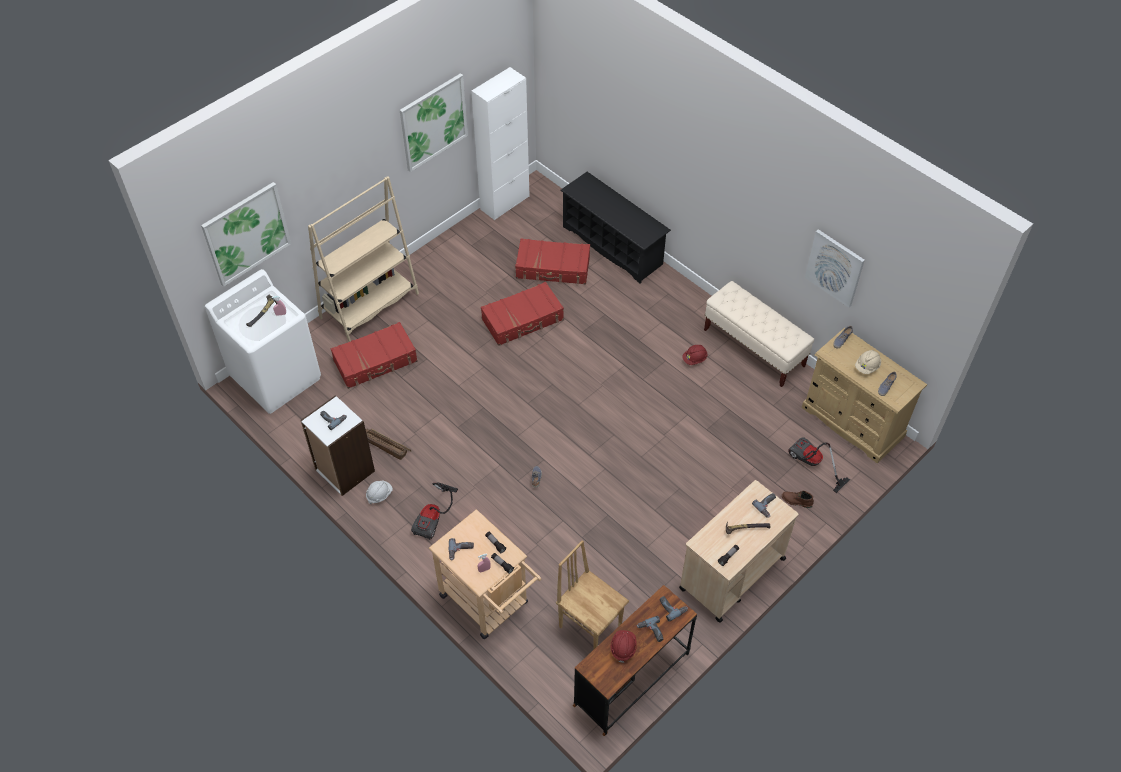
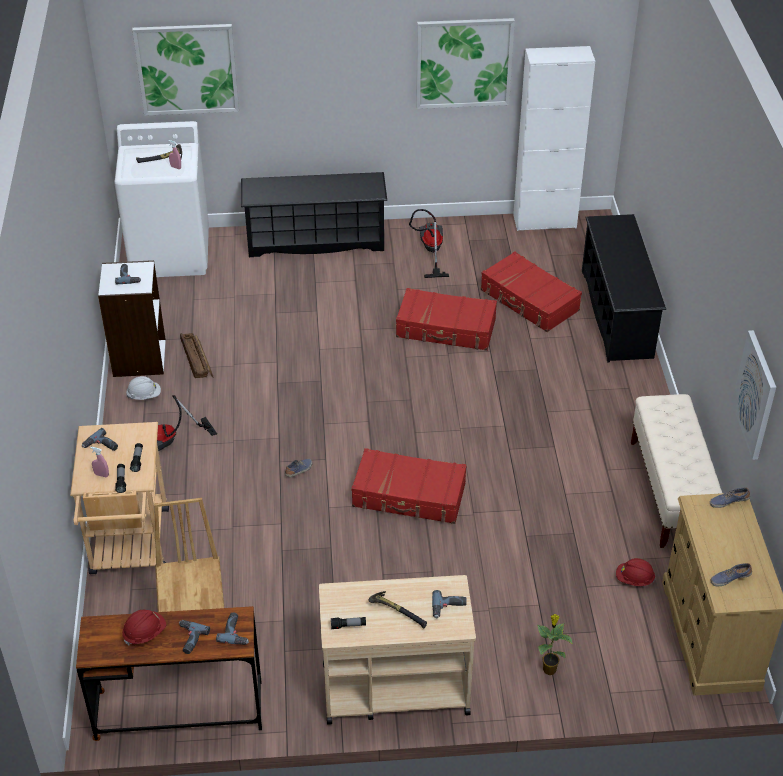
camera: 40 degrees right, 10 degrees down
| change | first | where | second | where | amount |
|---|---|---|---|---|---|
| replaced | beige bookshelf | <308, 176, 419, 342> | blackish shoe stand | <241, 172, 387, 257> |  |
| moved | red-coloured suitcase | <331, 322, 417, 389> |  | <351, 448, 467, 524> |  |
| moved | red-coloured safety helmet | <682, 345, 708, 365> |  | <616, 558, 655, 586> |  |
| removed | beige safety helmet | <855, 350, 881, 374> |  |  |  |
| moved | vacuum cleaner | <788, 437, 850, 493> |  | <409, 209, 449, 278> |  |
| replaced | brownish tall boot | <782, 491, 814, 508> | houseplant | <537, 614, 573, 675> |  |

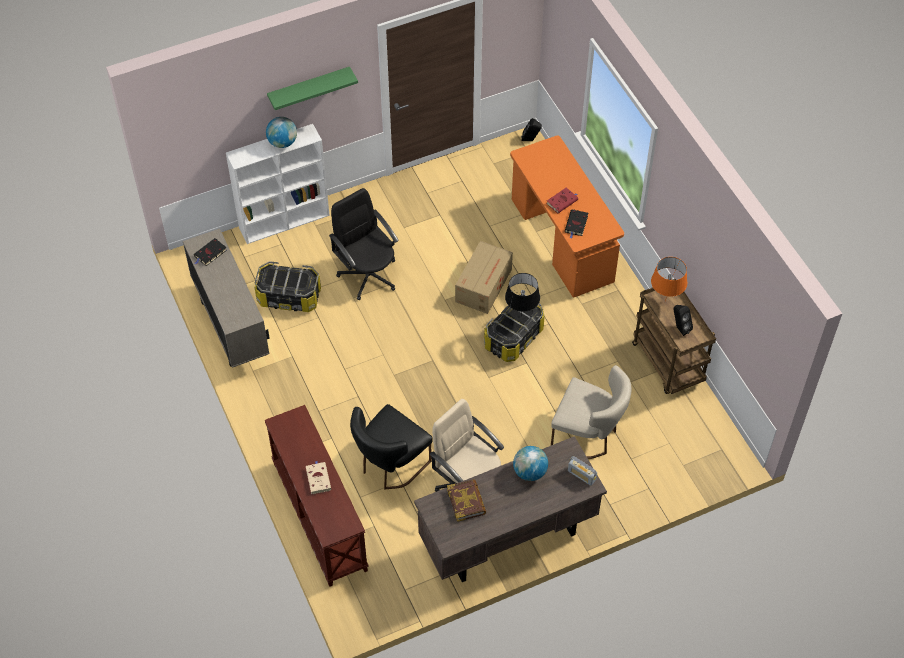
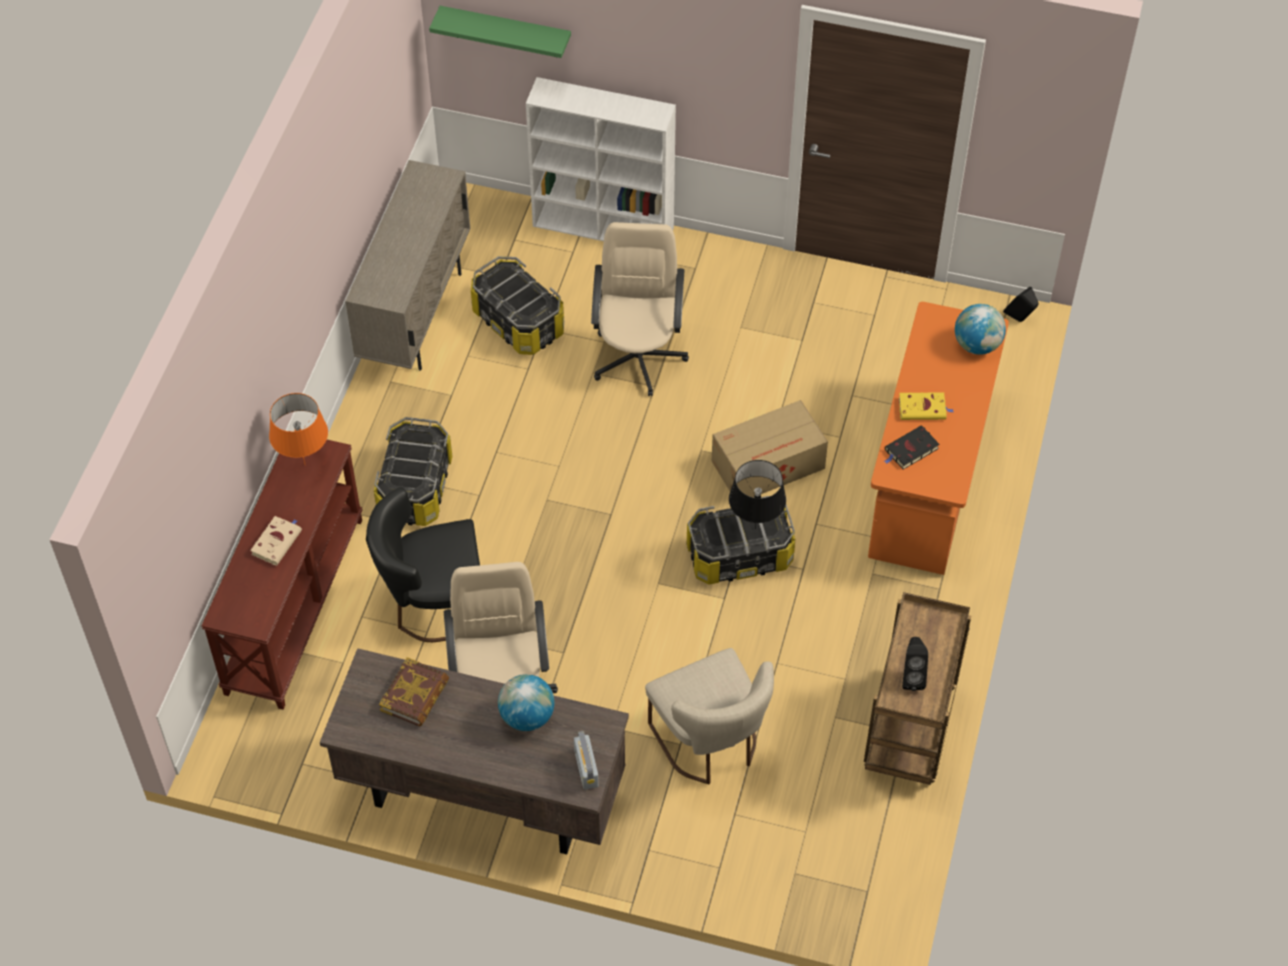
camera: 40 degrees right, 0 degrees up
| change | first | where | second | where | amount |
|---|---|---|---|---|---|
| moved | green bracket shelf | <267, 67, 358, 110> |  | <429, 6, 571, 58> |  |
| moved | world globe | <266, 117, 297, 148> |  | <955, 304, 1006, 355> |  |
| recoloured | blackish office chair | <329, 188, 399, 300> | beige office chair | <591, 222, 689, 396> |  |
| recoloured | red-coloured book | <546, 188, 578, 213> | yellowish book | <899, 392, 954, 420> |  |
| removed | blackish book | <194, 238, 227, 266> |  |  |  |
| moved | orangey lamp for a table | <651, 257, 687, 302> |  | <269, 393, 328, 464> |  |
| added |  |  | storage box | <374, 417, 452, 526> |  |

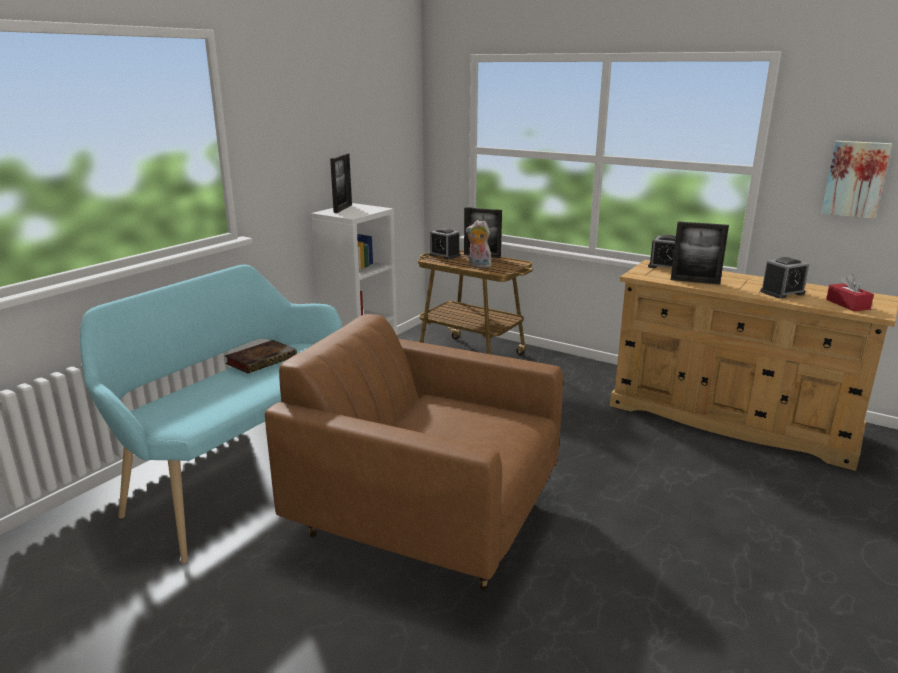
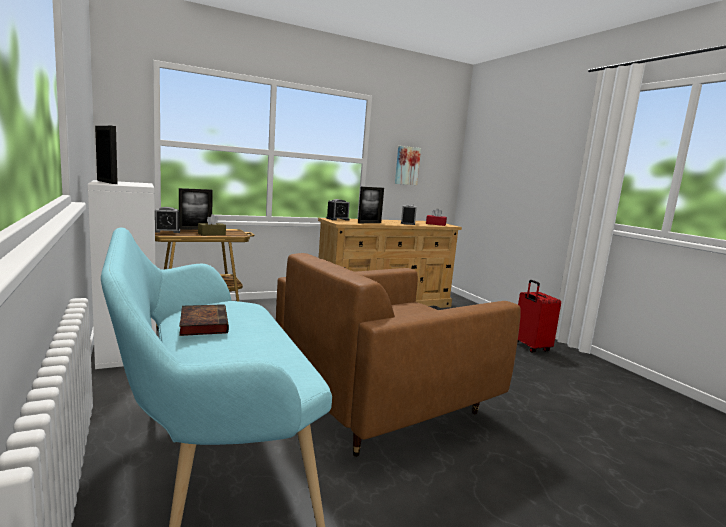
camera: 60 degrees left, 10 degrees down
| change | first | where | second | where | amount |
|---|---|---|---|---|---|
| replaced | plush toy | <466, 220, 492, 268> | brownish tissue box | <198, 214, 226, 236> |  |
| added |  |  | red-coloured suitcase | <517, 280, 561, 352> |  |

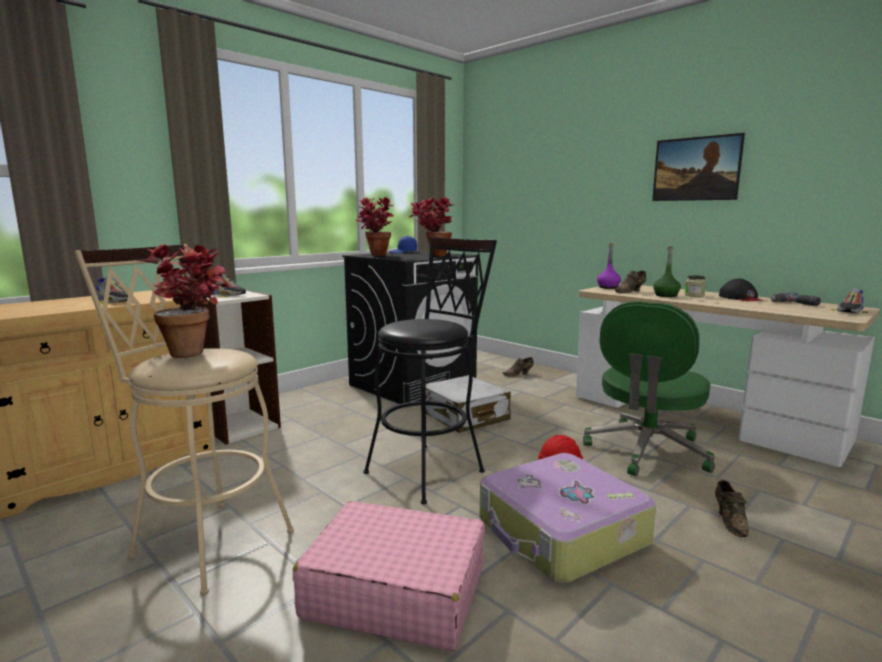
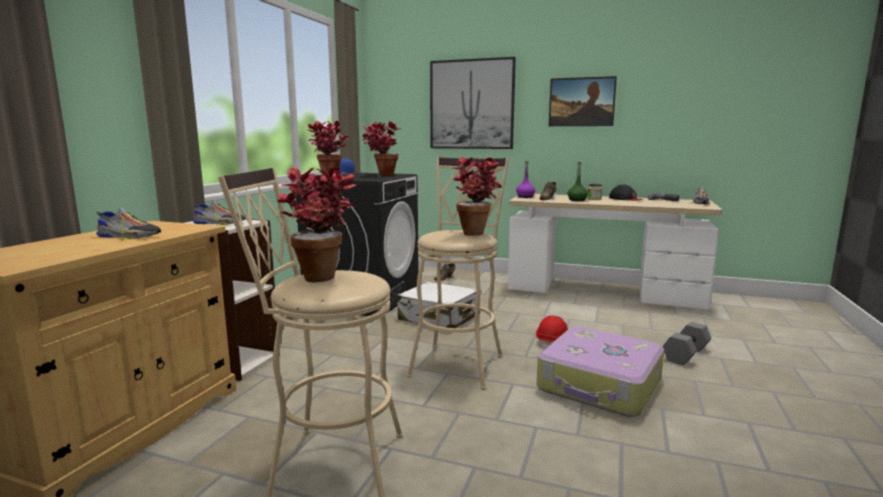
camera: 25 degrees left, 0 degrees up
| change | first | where | second | where | amount |
|---|---|---|---|---|---|
| recoloured | blackish stool seat | <363, 237, 497, 504> | beige stool seat | <407, 157, 509, 390> |  |
| removed | green office chair | <583, 301, 715, 476> |  |  |  |
| replaced | brownish item of footwear | <715, 480, 749, 537> | greyish dumbbell | <662, 322, 711, 365> |  |
| removed | pinkish suitcase | <293, 501, 485, 651> |  |  |  |
| added |  |  | picture | <430, 57, 516, 149> |  |
| added |  |  | houseplant | <452, 157, 502, 236> |  |

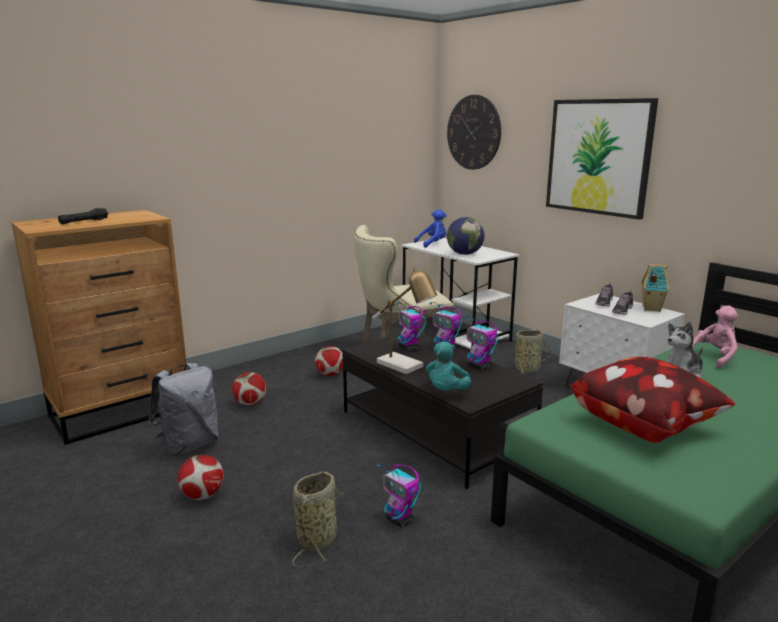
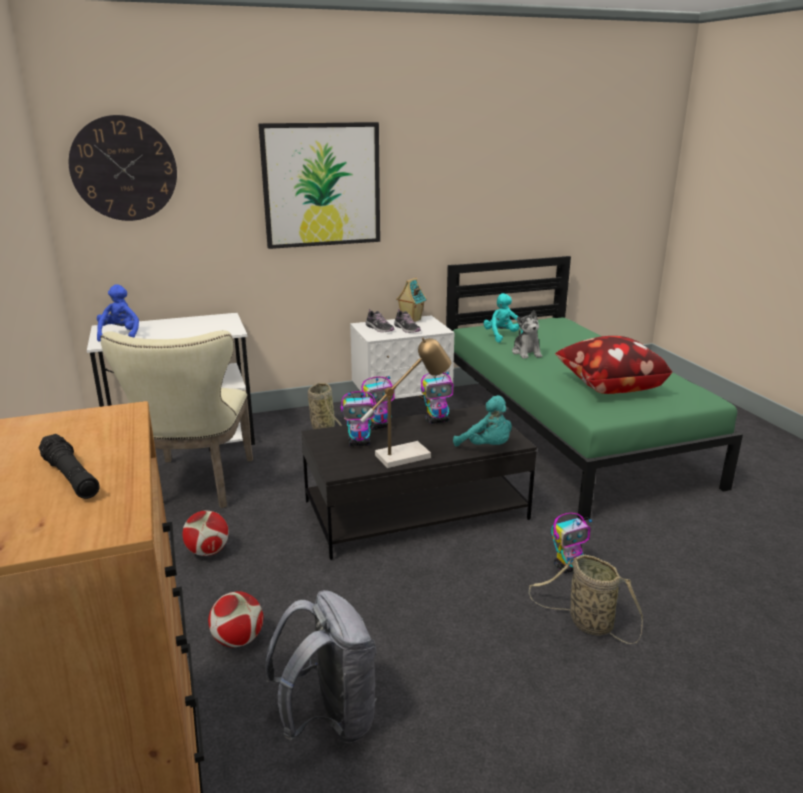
camera: 70 degrees left, 5 degrees up
| change | first | where | second | where | amount |
|---|---|---|---|---|---|
| removed | world globe | <447, 217, 484, 255> |  |  |  |
| recoloured | pinkish plush toy | <693, 306, 738, 369> | turquoise-coloured plush toy | <483, 293, 523, 343> |  |
| removed | ball for football | <178, 455, 224, 500> |  |  |  |

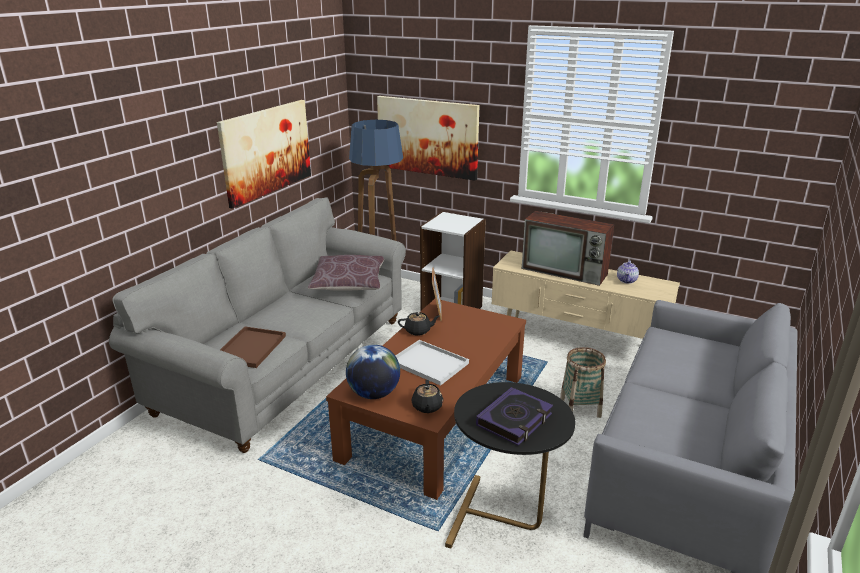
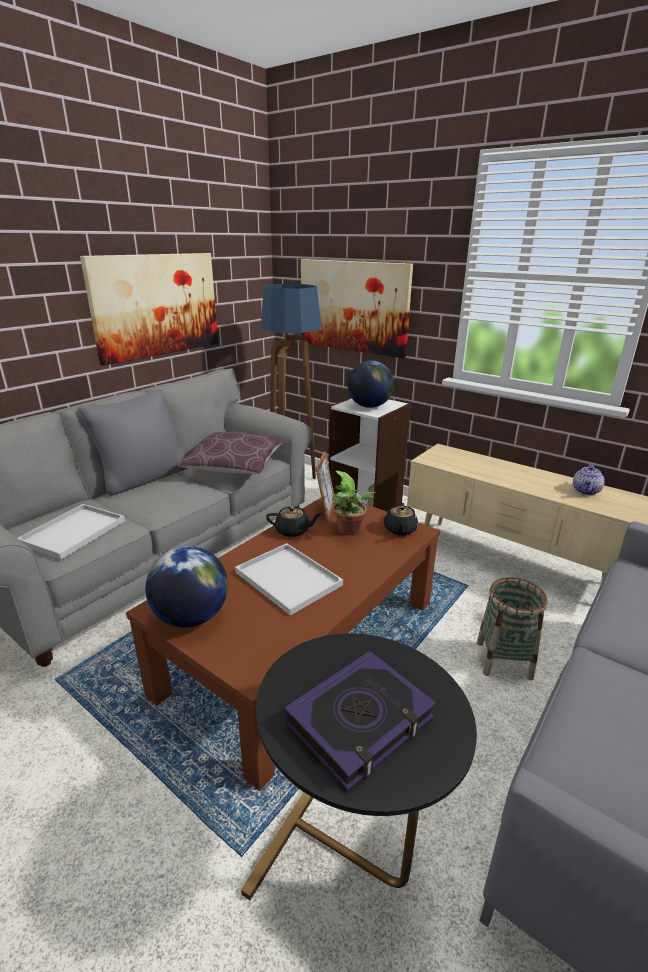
camera: 10 degrees right, 0 degrees up
| change | first | where | second | where | amount |
|---|---|---|---|---|---|
| removed | television | <522, 211, 614, 286> |  |  |  |
| recoloured | brownish tray | <220, 326, 286, 368> | white tray | <18, 504, 125, 559> |  |
| moved | blackish teapot | <411, 380, 443, 413> |  | <384, 503, 418, 536> |  |
| added |  |  | world globe | <347, 361, 394, 408> |  |
| added |  |  | greyish pillow | <78, 389, 186, 496> |  |
| added |  |  | houseplant | <332, 471, 376, 535> |  |

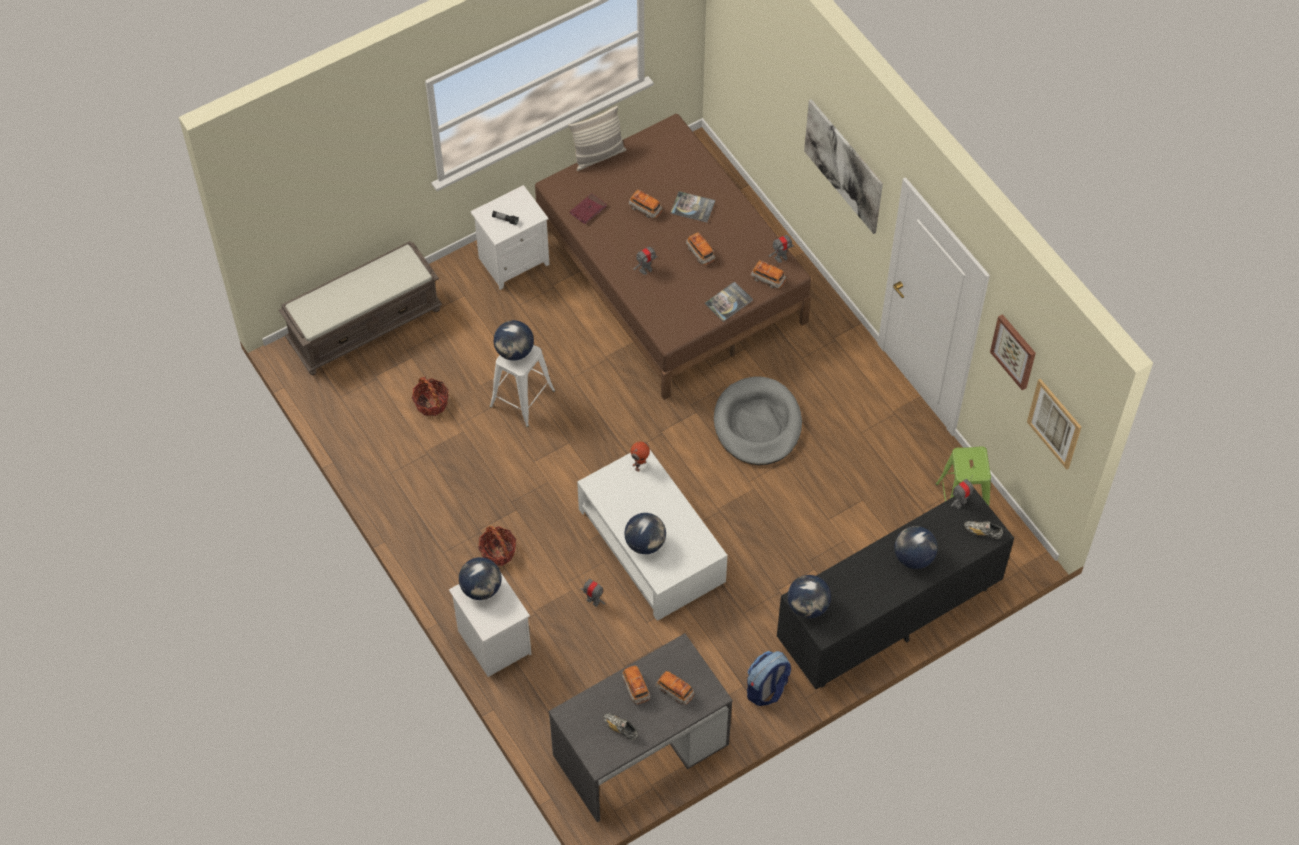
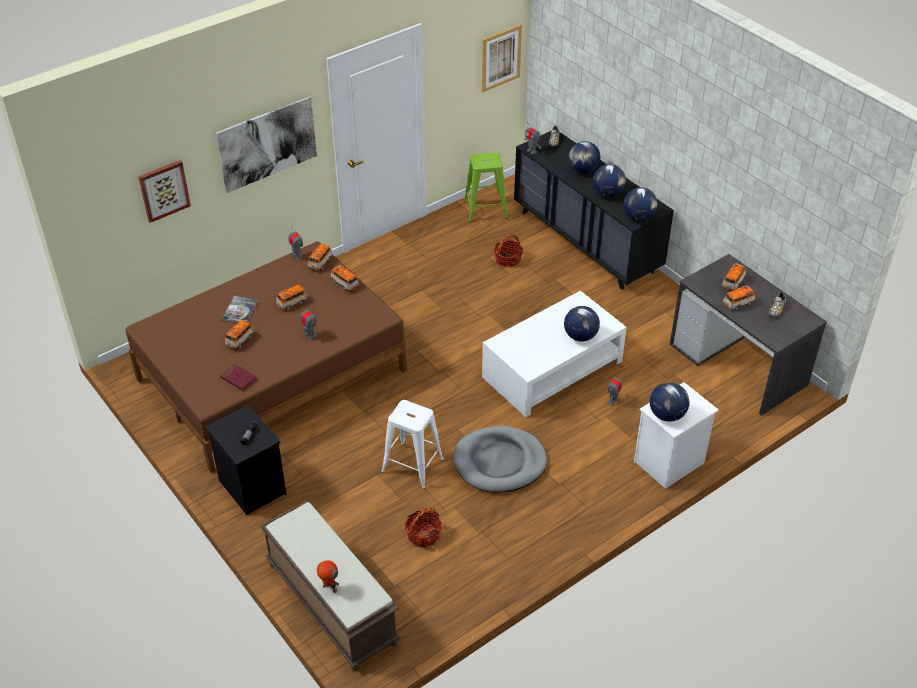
camera: 95 degrees left, 15 degrees down
| change | first | where | second | where | amount |
|---|---|---|---|---|---|
| removed | pillow | <568, 106, 627, 171> |  |  |  |
| recoloured | white night table | <470, 185, 550, 290> | blackish night table | <205, 405, 287, 515> |  |
| replaced | book | <705, 282, 753, 322> | toy car | <331, 265, 359, 291> |  |
| moved | picture | <990, 314, 1036, 390> |  | <138, 160, 191, 223> |  |
| moved | world globe | <494, 320, 534, 361> |  | <593, 164, 626, 197> |  |
| moved | greyish pet bed | <714, 377, 802, 465> |  | <453, 426, 547, 493> |  |
| moved | robot figure | <631, 442, 650, 472> |  | <317, 560, 339, 593> |  |
| moved | storage basket | <478, 526, 516, 566> |  | <494, 234, 523, 267> |  |
| removed | knapsack | <747, 651, 791, 706> |  |  |  |

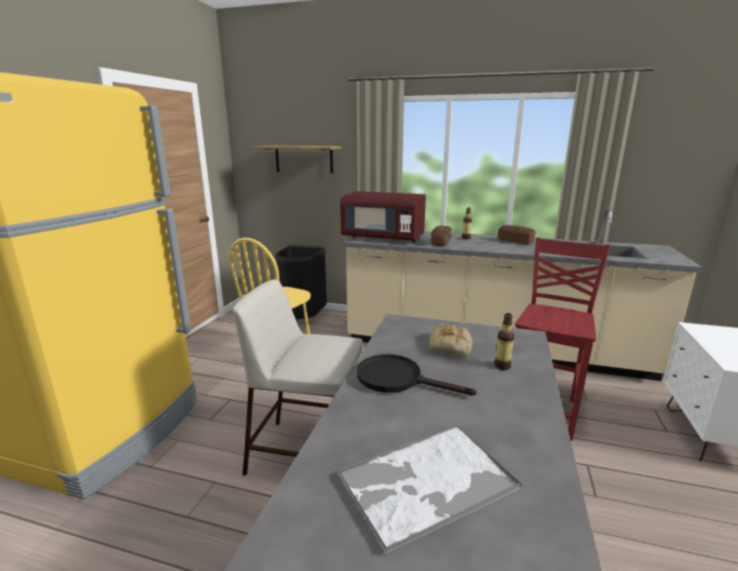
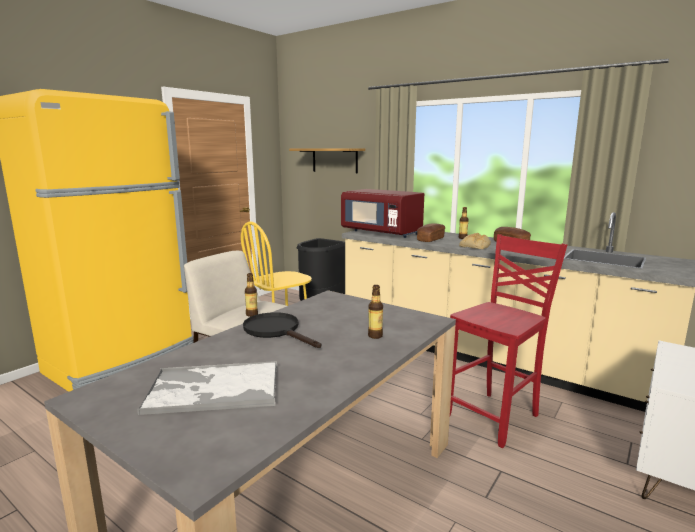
camera: 20 degrees right, 5 degrees down
| change | first | where | second | where | amount |
|---|---|---|---|---|---|
| moved | baked bread | <429, 324, 473, 356> |  | <459, 233, 491, 249> |  |
| added |  |  | bottle | <245, 273, 258, 317> |  |

